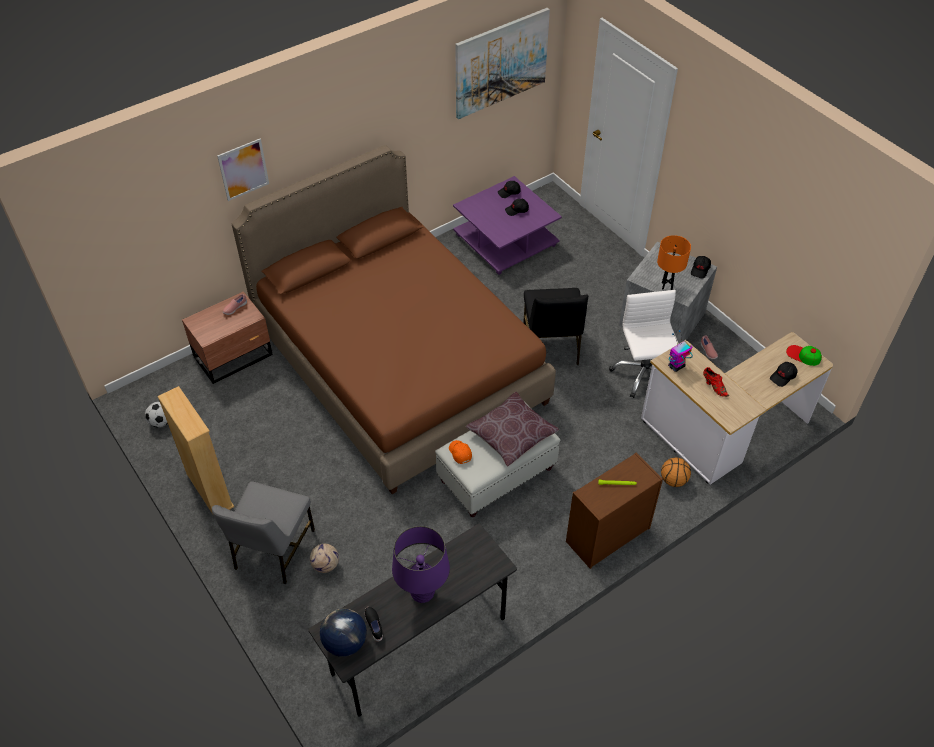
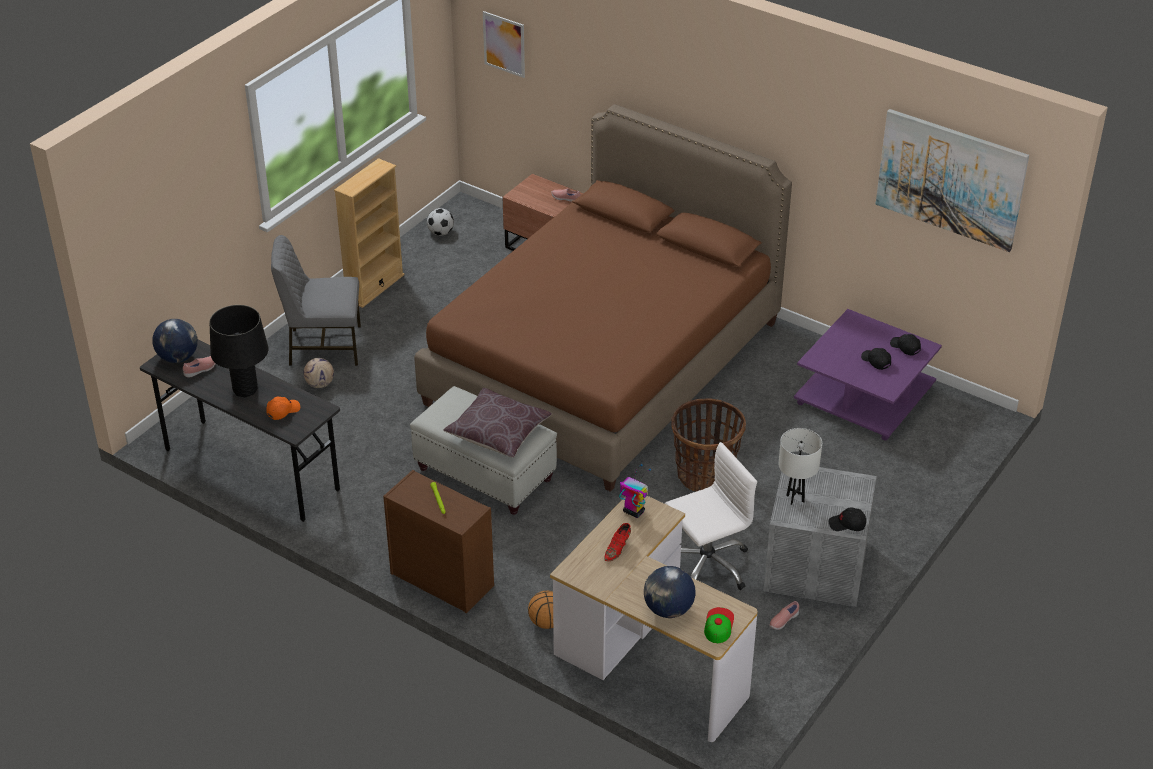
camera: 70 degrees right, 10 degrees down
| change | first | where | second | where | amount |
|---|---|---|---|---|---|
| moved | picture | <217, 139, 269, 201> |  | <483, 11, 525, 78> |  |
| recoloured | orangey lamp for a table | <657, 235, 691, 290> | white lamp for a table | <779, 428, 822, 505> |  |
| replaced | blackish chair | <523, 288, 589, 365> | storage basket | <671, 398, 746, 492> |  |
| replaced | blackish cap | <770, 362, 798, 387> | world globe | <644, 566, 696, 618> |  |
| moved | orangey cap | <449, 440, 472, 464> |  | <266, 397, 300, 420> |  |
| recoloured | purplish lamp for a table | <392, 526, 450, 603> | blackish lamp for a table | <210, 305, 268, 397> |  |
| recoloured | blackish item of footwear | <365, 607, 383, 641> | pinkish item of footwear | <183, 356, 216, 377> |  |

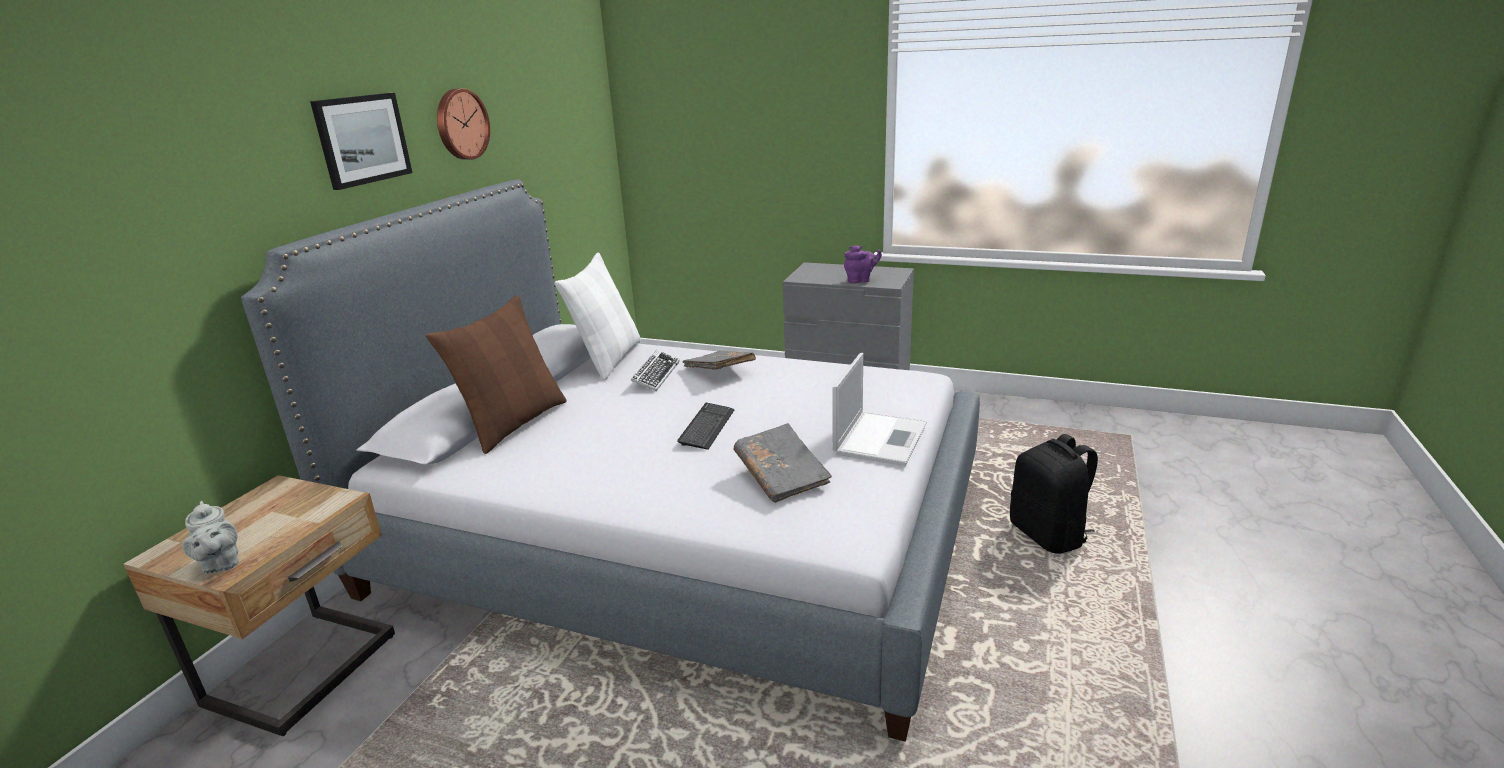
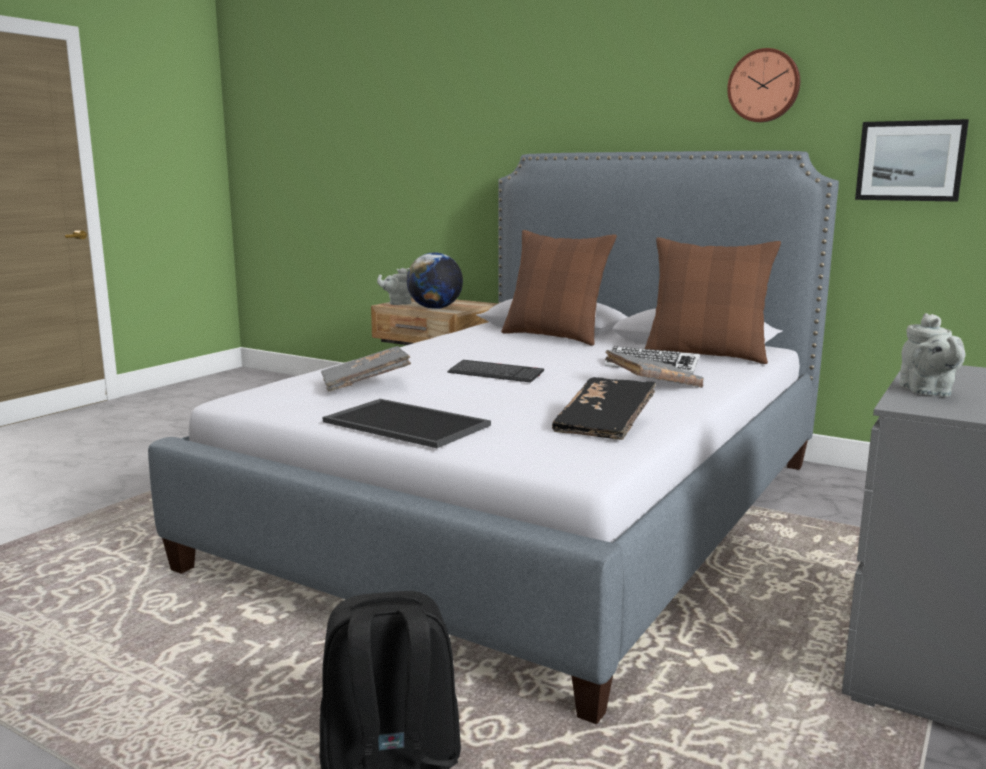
camera: 100 degrees right, 10 degrees down
| change | first | where | second | where | amount |
|---|---|---|---|---|---|
| moved | picture | <310, 93, 412, 190> |  | <855, 119, 969, 202> |  |
| recoloured | purplish teapot | <844, 245, 882, 283> | greyish teapot | <899, 313, 966, 397> |  |
| recoloured | white pillow | <554, 253, 641, 380> | brownish pillow | <644, 237, 781, 364> |  |
| replaced | portable computer | <832, 353, 927, 466> | tray | <323, 399, 491, 448> |  |
| added |  |  | world globe | <407, 252, 463, 309> |  |
| added |  |  | blackish book | <552, 377, 656, 440> |  |

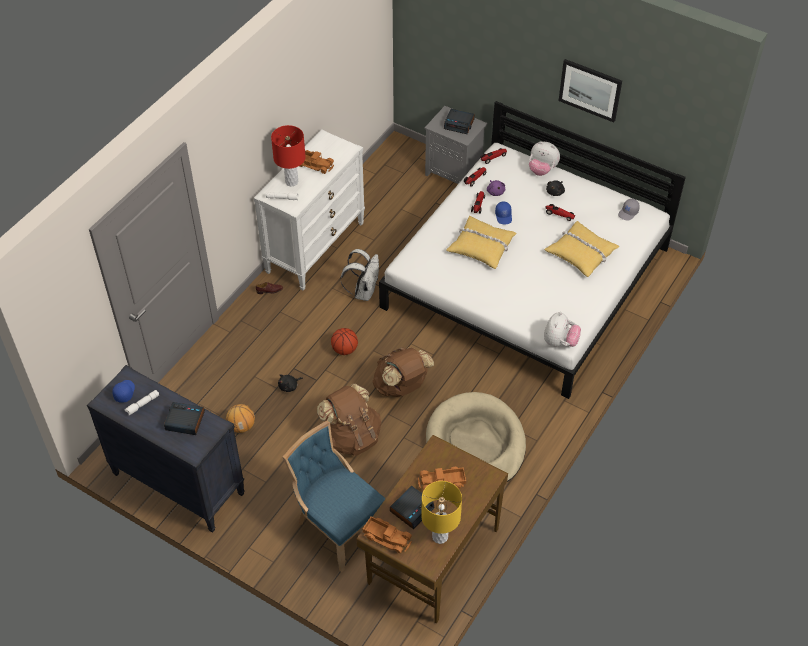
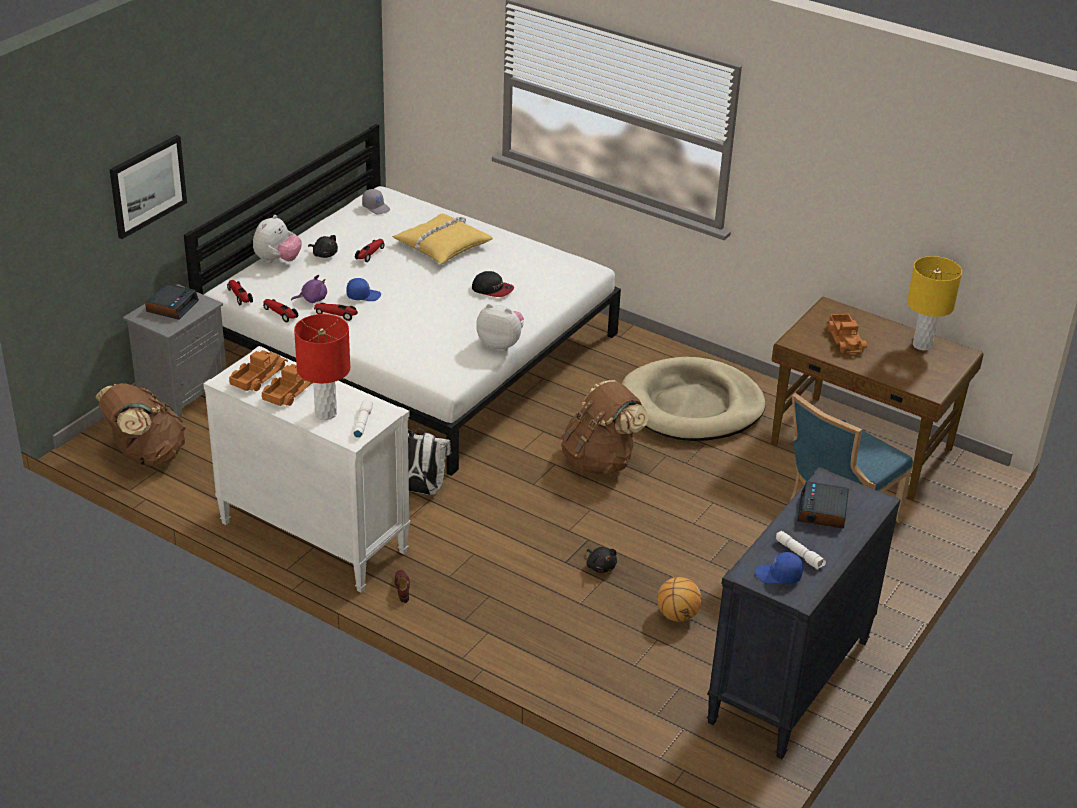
camera: 90 degrees left, 15 degrees down
| change | first | where | second | where | amount |
|---|---|---|---|---|---|
| moved | picture | <559, 59, 622, 123> |  | <109, 135, 187, 239> |  |
| removed | yellowish pillow | <446, 216, 516, 269> |  |  |  |
| moved | plush toy | <544, 312, 581, 347> |  | <476, 304, 524, 351> |  |
| removed | basketball | <331, 328, 358, 355> |  |  |  |
| moved | brownish knapsack | <317, 383, 381, 456> |  | <96, 383, 186, 466> |  |
| removed | table clock | <390, 486, 435, 529> |  |  |  |
| moved | model truck | <363, 517, 412, 553> |  | <229, 350, 288, 391> |  |
| added |  |  | cap | <472, 271, 515, 297> |  |

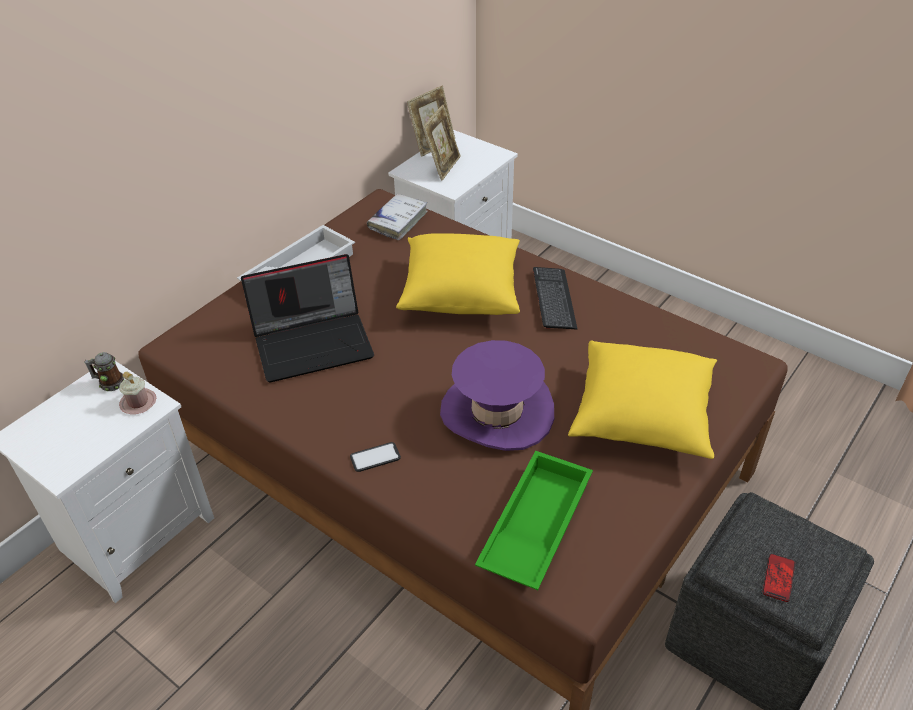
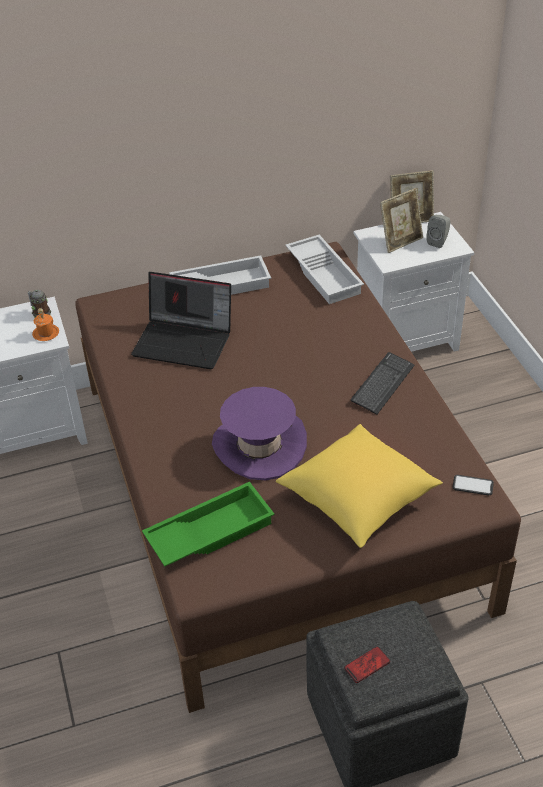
camera: 35 degrees right, 0 degrees up
| change | first | where | second | where | amount |
|---|---|---|---|---|---|
| replaced | white book | <367, 194, 428, 240> | white tray | <285, 235, 364, 304> |  |
| removed | yellowish pillow | <396, 233, 520, 315> |  |  |  |
| recoloured | pinkish mug | <119, 371, 156, 414> | orangey mug | <32, 308, 59, 341> |  |
| moved | handset | <350, 442, 401, 472> |  | <453, 475, 494, 495> |  |
| added |  |  | greyish speaker | <426, 215, 450, 248> |  |

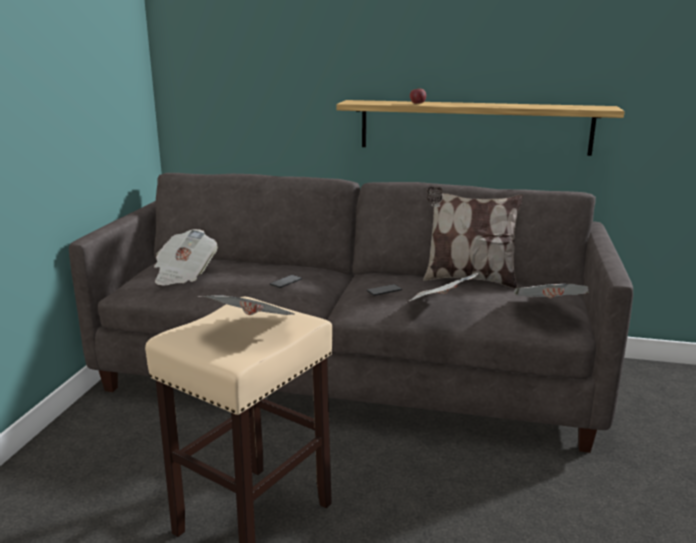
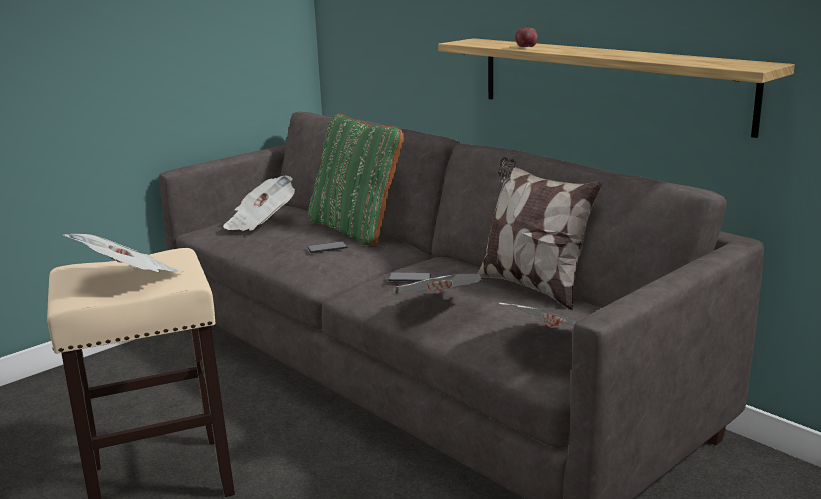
camera: 35 degrees right, 0 degrees up
| change | first | where | second | where | amount |
|---|---|---|---|---|---|
| added |  |  | green pillow | <308, 113, 404, 245> |  |

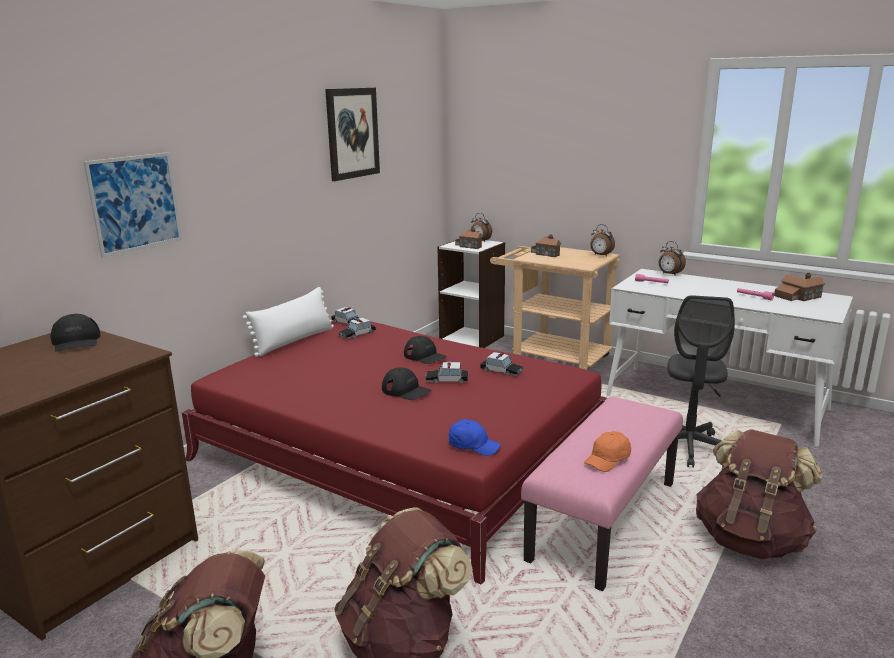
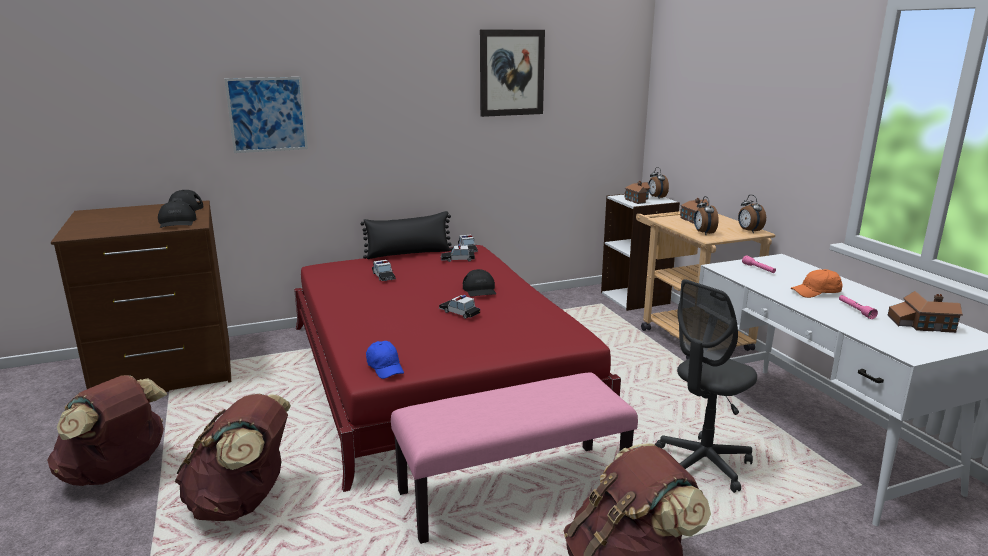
camera: 35 degrees right, 0 degrees up
| change | first | where | second | where | amount |
|---|---|---|---|---|---|
| moved | table clock | <659, 241, 686, 276> |  | <694, 196, 719, 235> |  |
| recoloured | white pillow | <242, 287, 334, 357> | blackish pillow | <361, 211, 452, 259> |  |
| moved | toy car | <480, 352, 524, 376> |  | <372, 260, 396, 281> |  |
| moved | blackish cap | <382, 367, 431, 400> |  | <158, 201, 197, 228> |  |
| moved | orangey cap | <584, 431, 631, 472> |  | <791, 269, 843, 298> |  |

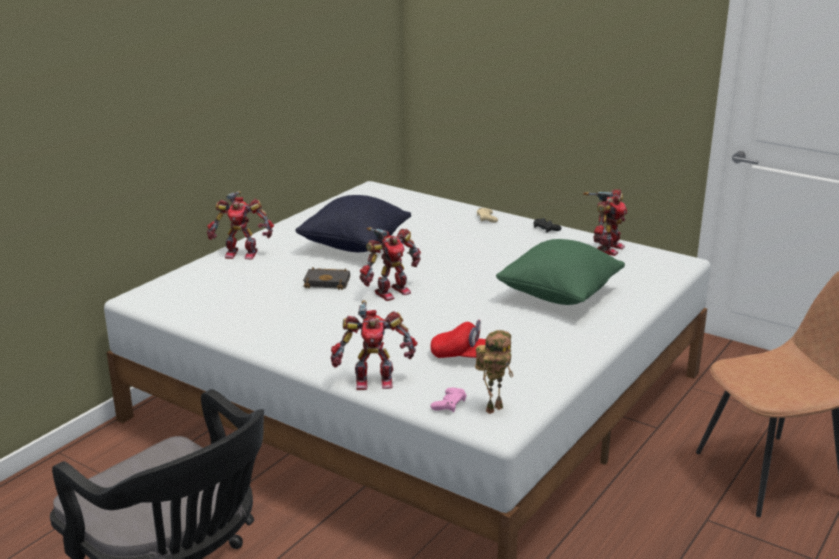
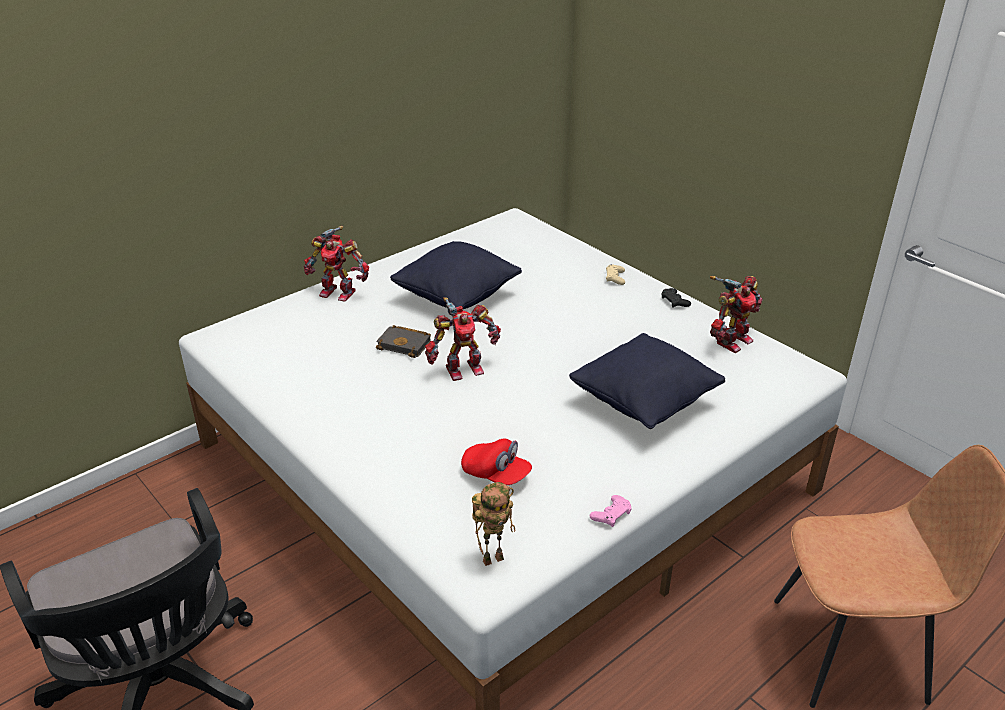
camera: 15 degrees right, 10 degrees up
| change | first | where | second | where | amount |
|---|---|---|---|---|---|
| recoloured | green pillow | <496, 239, 625, 305> | blackish pillow | <569, 333, 725, 429> |  |
| removed | robot figure | <331, 300, 417, 390> |  |  |  |
| moved | pinkish gamepad | <430, 388, 467, 412> |  | <590, 495, 632, 527> |  |

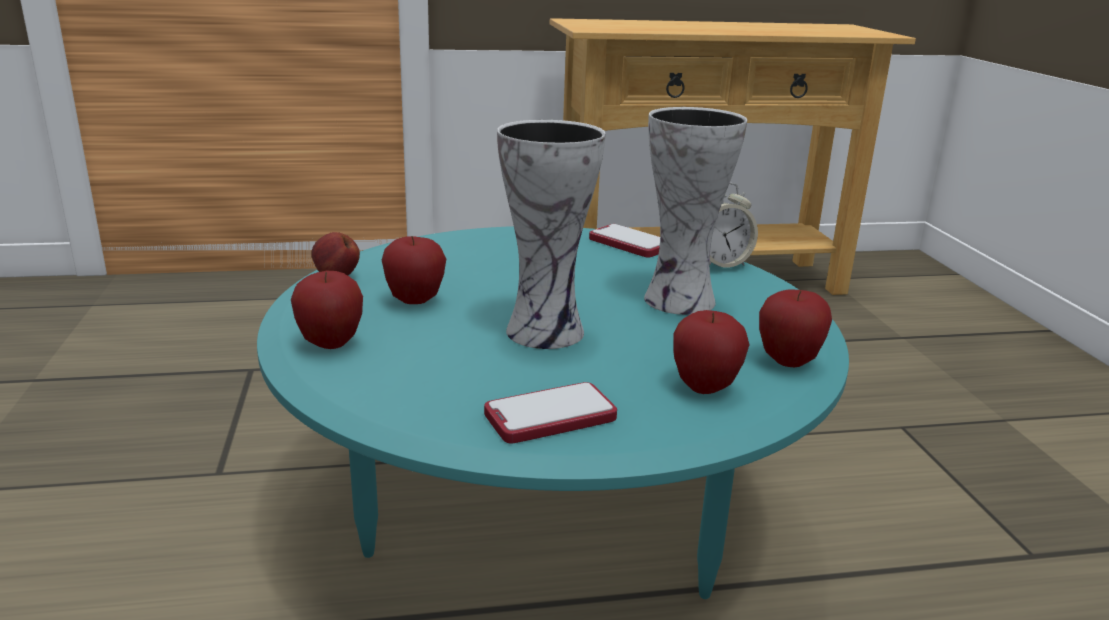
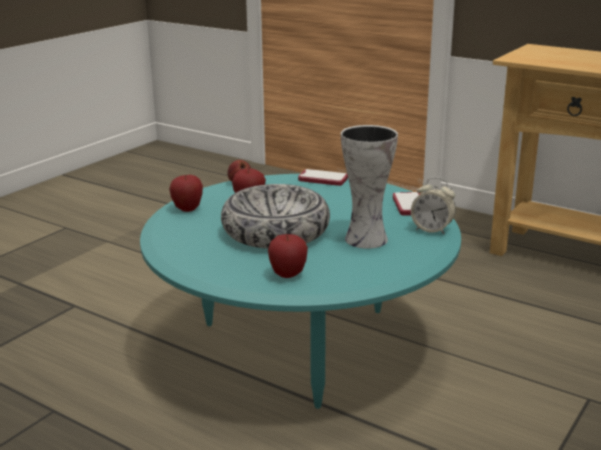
camera: 45 degrees right, 0 degrees up
| change | first | where | second | where | amount |
|---|---|---|---|---|---|
| replaced | decorative vase | <497, 120, 606, 349> | deep dish | <221, 184, 330, 249> |  |
| removed | apple fruit | <759, 290, 832, 367> |  |  |  |
| moved | handset | <484, 382, 617, 444> |  | <298, 169, 348, 186> |  |

